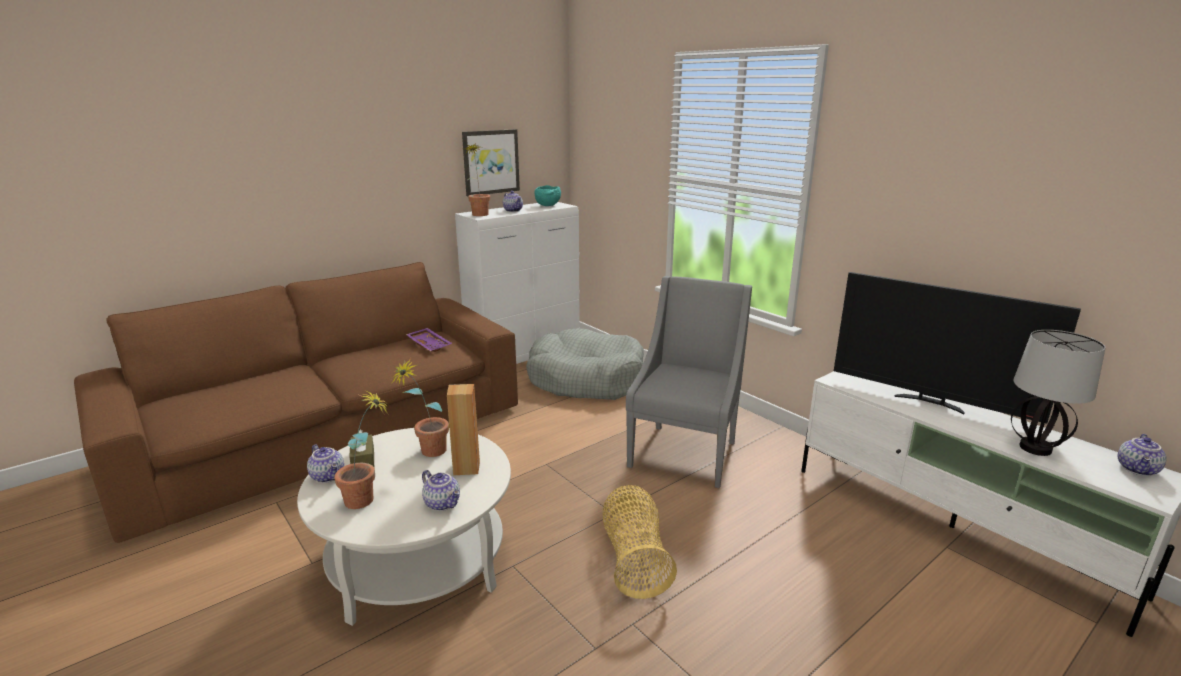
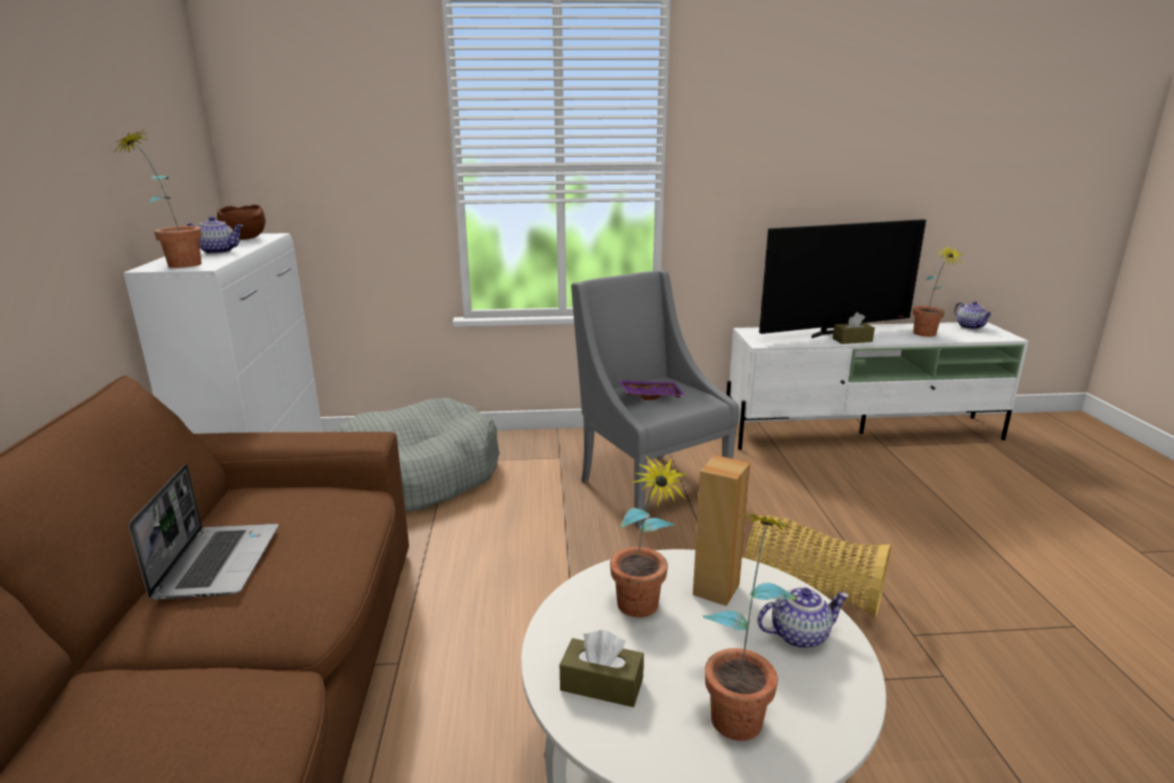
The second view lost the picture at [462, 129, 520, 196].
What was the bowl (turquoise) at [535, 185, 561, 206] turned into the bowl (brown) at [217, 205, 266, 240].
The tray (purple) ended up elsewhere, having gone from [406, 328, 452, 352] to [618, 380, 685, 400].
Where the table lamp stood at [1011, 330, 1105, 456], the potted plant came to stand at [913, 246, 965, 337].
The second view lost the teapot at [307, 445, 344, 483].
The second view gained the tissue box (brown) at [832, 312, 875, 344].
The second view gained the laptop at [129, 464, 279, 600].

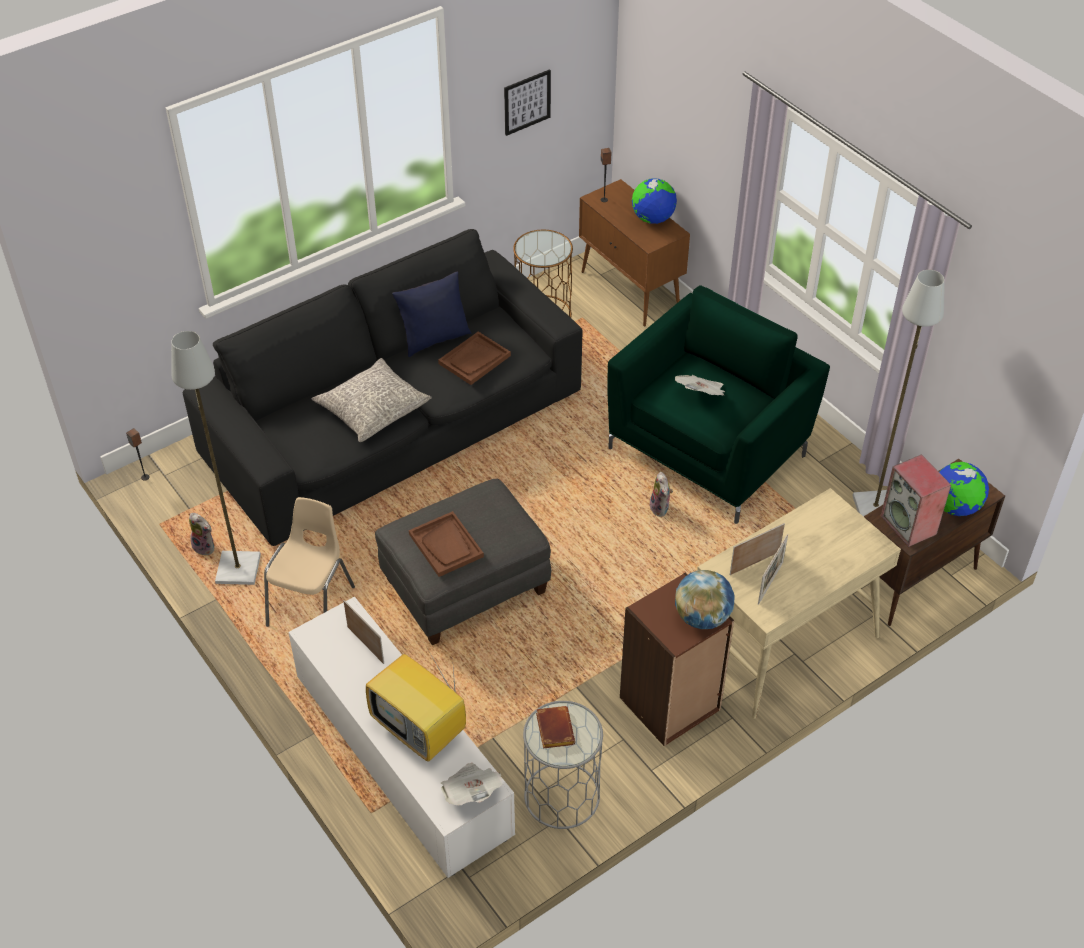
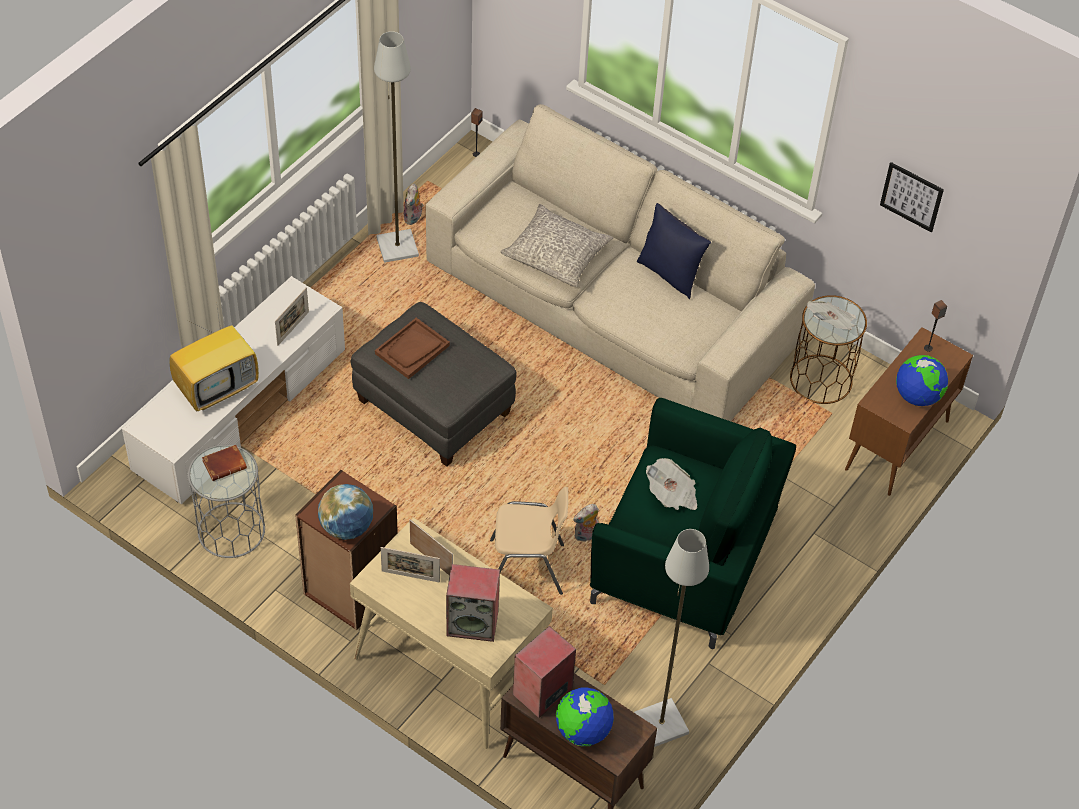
What was the sofa (black) at [183, 229, 582, 546] turned into the sofa (beige) at [426, 104, 815, 421].
The second view lost the tray (brown) at [438, 332, 511, 385].
The chair (beige) ended up elsewhere, having gone from [264, 497, 355, 627] to [490, 487, 568, 595].
The television at [366, 641, 466, 762] ended up facing another way, 150 degrees counterclockwise from before.
The newspaper ended up elsewhere, having gone from [441, 763, 502, 805] to [807, 301, 856, 330].
The second view gained the speaker at [446, 564, 500, 642].

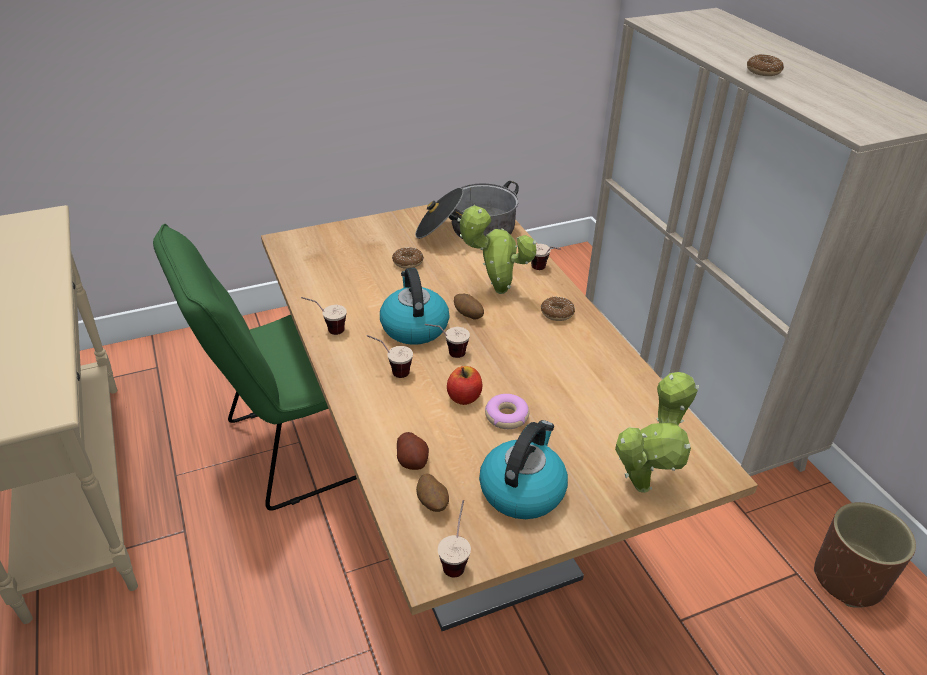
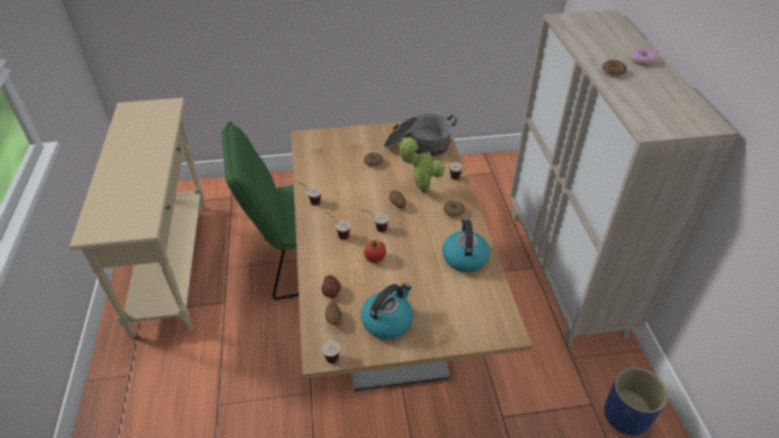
The kettle ended up elsewhere, having gone from [380, 268, 449, 345] to [442, 219, 490, 272].
The second view lost the potted plant at [615, 372, 699, 493].
The donut ended up elsewhere, having gone from [485, 394, 529, 429] to [630, 48, 658, 66].
What was the planter (brown) at [814, 502, 916, 608] turned into the planter (blue) at [604, 367, 668, 436].

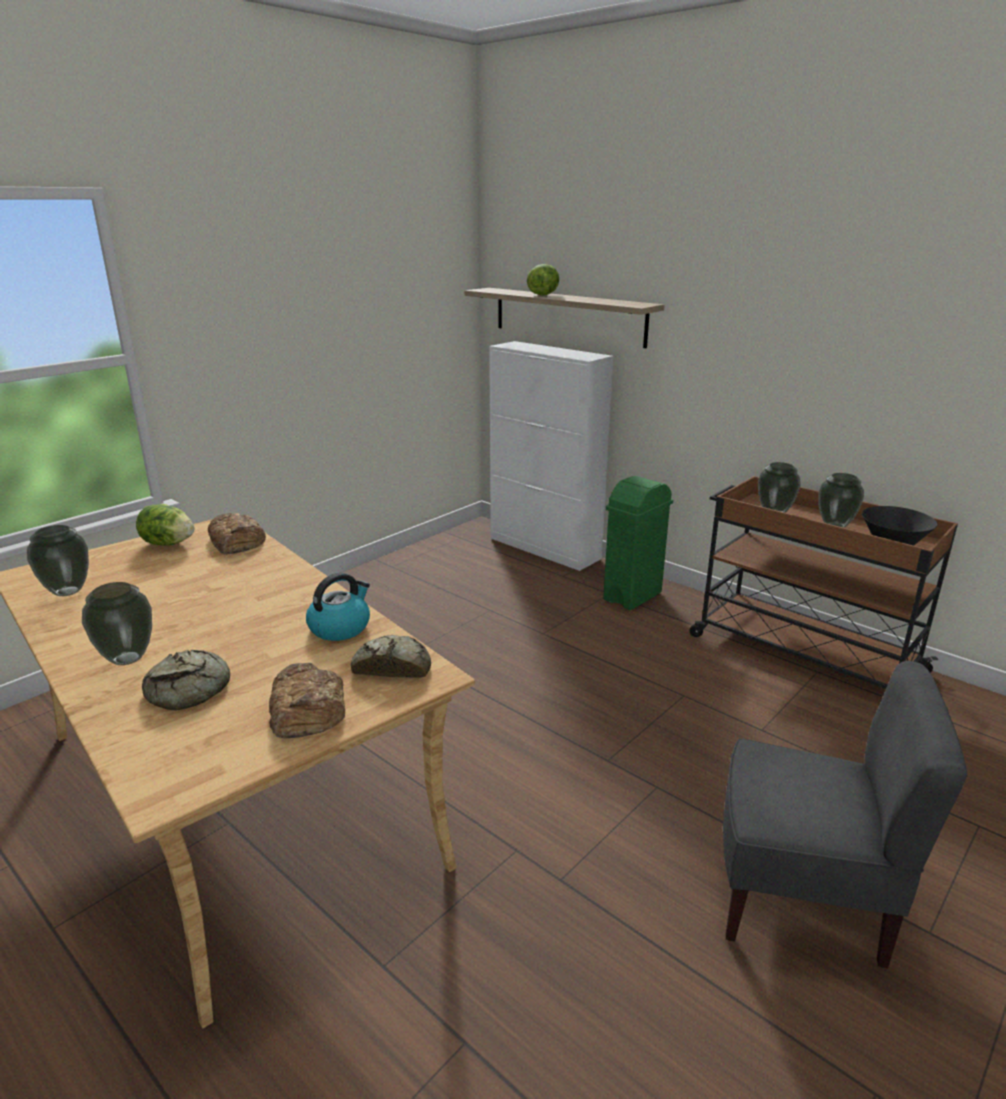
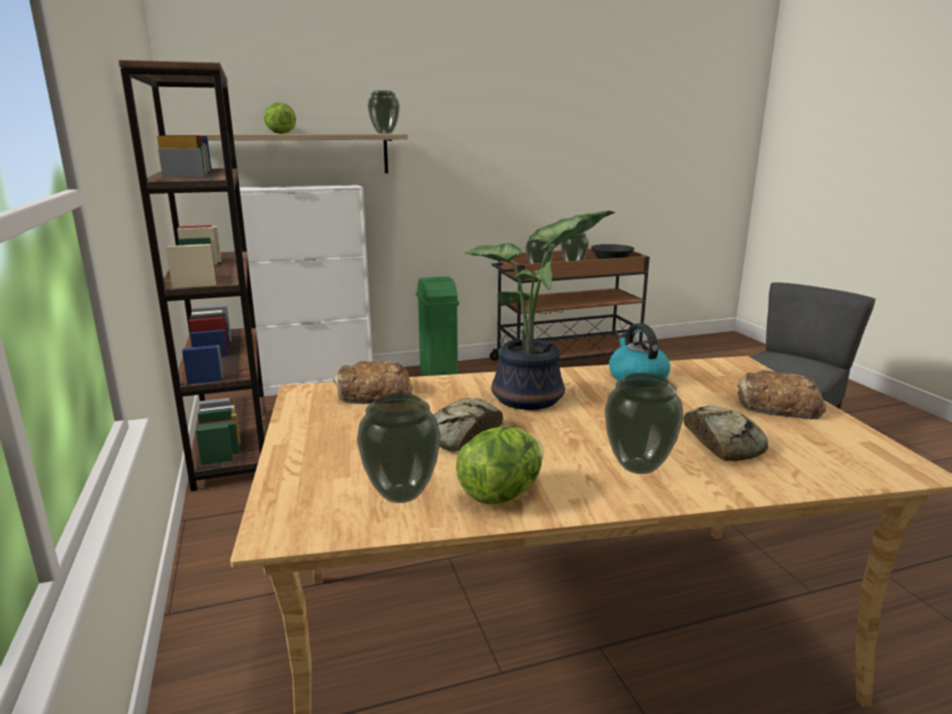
The lettuce ended up elsewhere, having gone from [136, 504, 194, 546] to [456, 426, 543, 504].
The bread ended up elsewhere, having gone from [351, 635, 431, 678] to [434, 398, 503, 452].
The second view gained the bookcase (brown) at [118, 60, 266, 492].
The second view gained the vase at [368, 91, 400, 134].
The second view gained the potted plant at [465, 211, 615, 410].

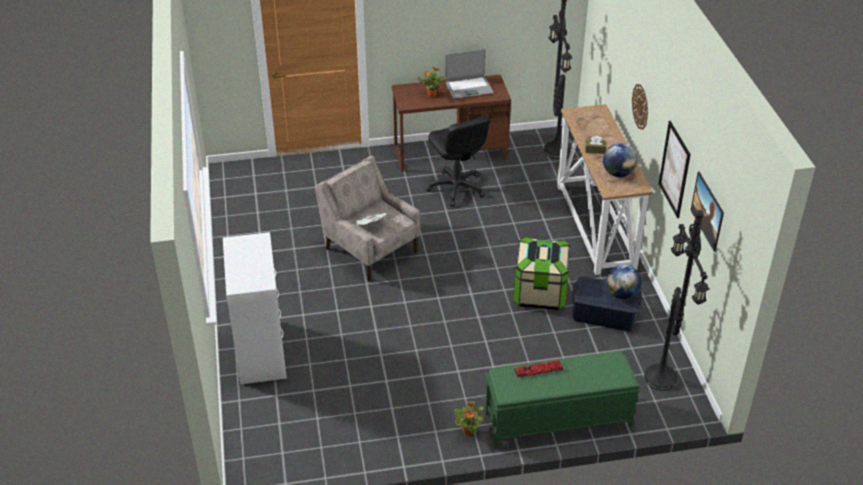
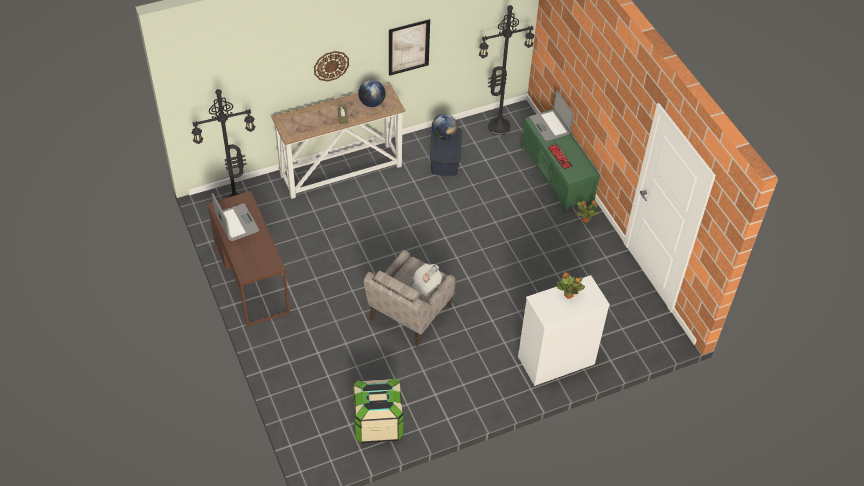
The potted plant ended up elsewhere, having gone from [418, 67, 446, 97] to [557, 272, 585, 299].
The second view lost the office chair (black) at [426, 116, 490, 207].
The second view lost the picture at [691, 172, 724, 252].
The storage box ended up elsewhere, having gone from [513, 237, 570, 310] to [353, 378, 404, 444].
The second view gained the laptop at [530, 90, 574, 141].

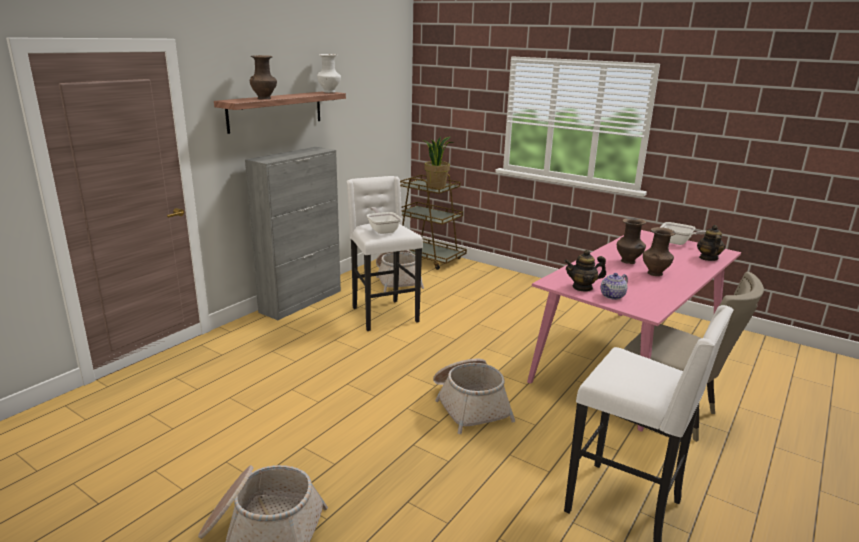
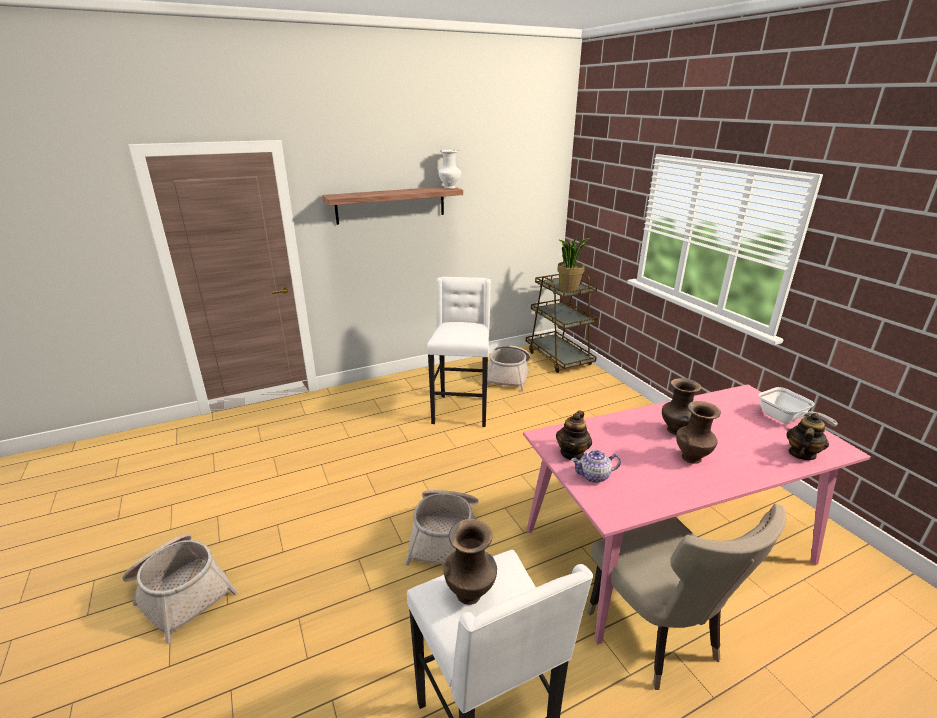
The vase (brown) ended up elsewhere, having gone from [250, 55, 277, 99] to [444, 519, 497, 605].
The second view lost the cabinet (grey) at [245, 147, 341, 320].
The second view lost the frying pan at [367, 207, 402, 234].
The teapot at [564, 250, 606, 292] ended up facing another way, 90 degrees counterclockwise from before.

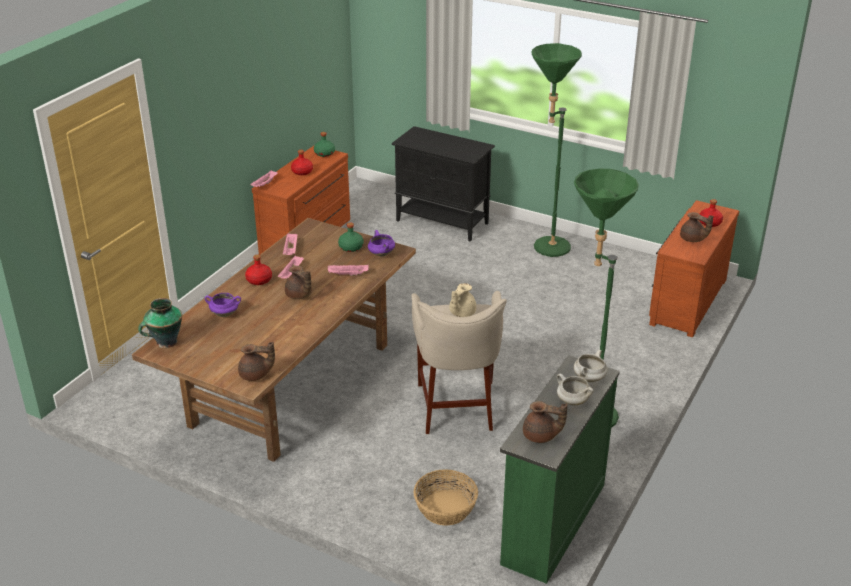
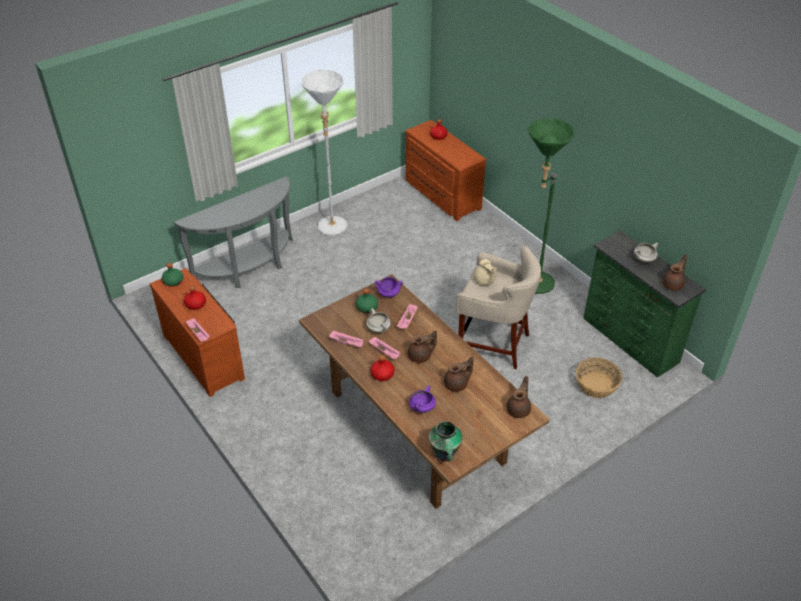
What was the floor lamp (green) at [531, 43, 582, 257] turned into the floor lamp (white) at [301, 70, 348, 236].
Where the cabinet (black) stood at [392, 126, 495, 242], the console table (grey) came to stand at [174, 176, 293, 288].
The teapot (brown) ended up elsewhere, having gone from [680, 212, 714, 242] to [444, 356, 474, 392].
The cooking pot (white) ended up elsewhere, having gone from [574, 349, 608, 382] to [366, 308, 391, 333].

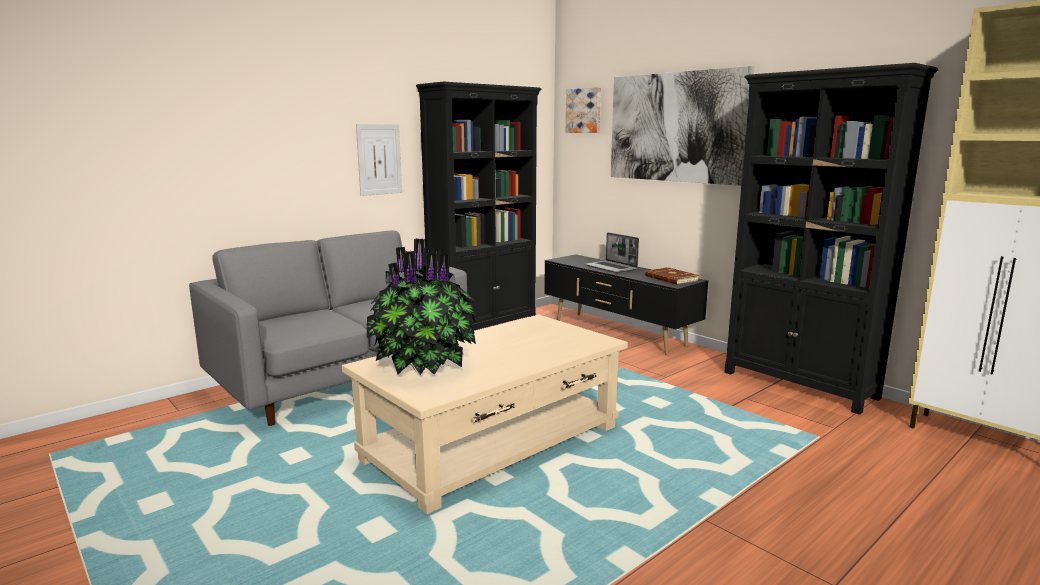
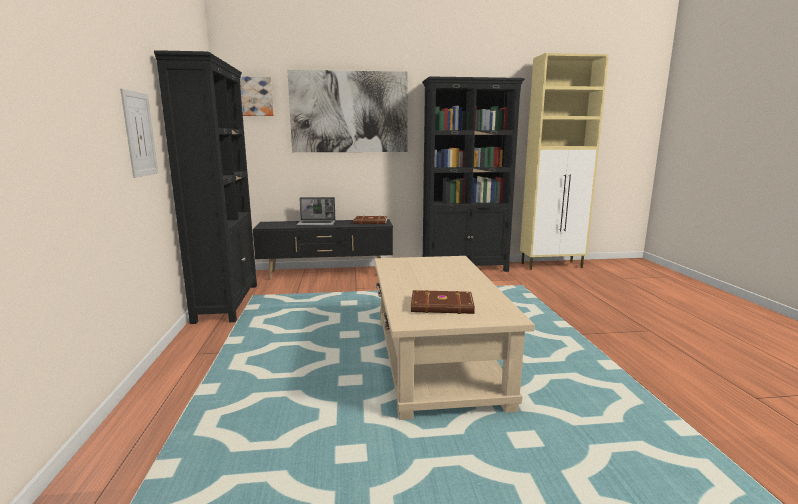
The second view lost the sofa (grey) at [189, 231, 468, 426].
Where the potted plant stood at [367, 238, 477, 375], the book (brown) came to stand at [411, 290, 475, 314].

